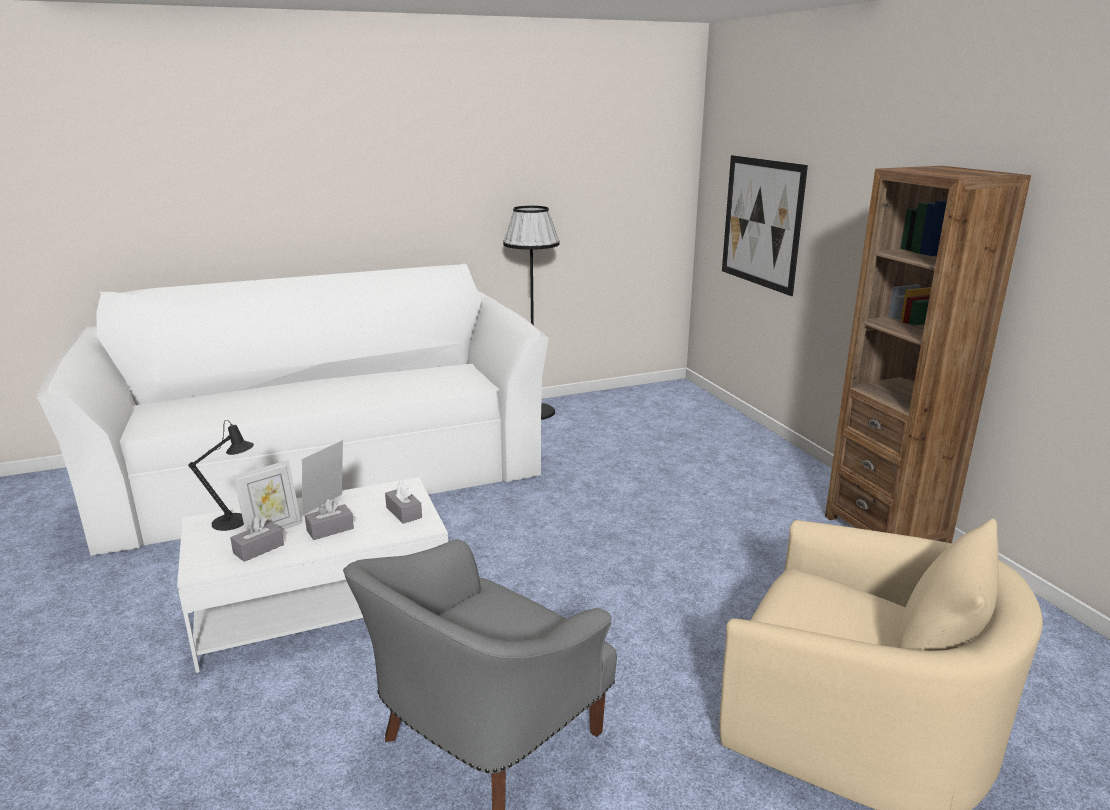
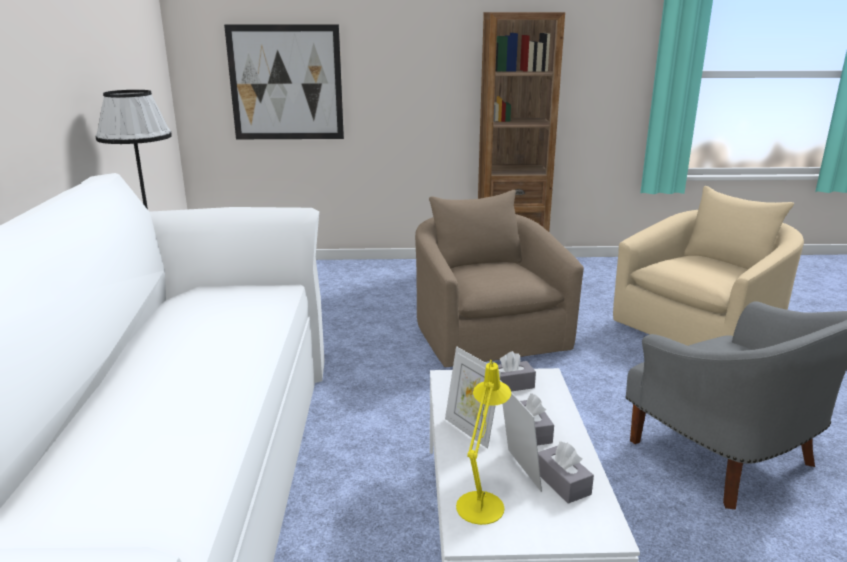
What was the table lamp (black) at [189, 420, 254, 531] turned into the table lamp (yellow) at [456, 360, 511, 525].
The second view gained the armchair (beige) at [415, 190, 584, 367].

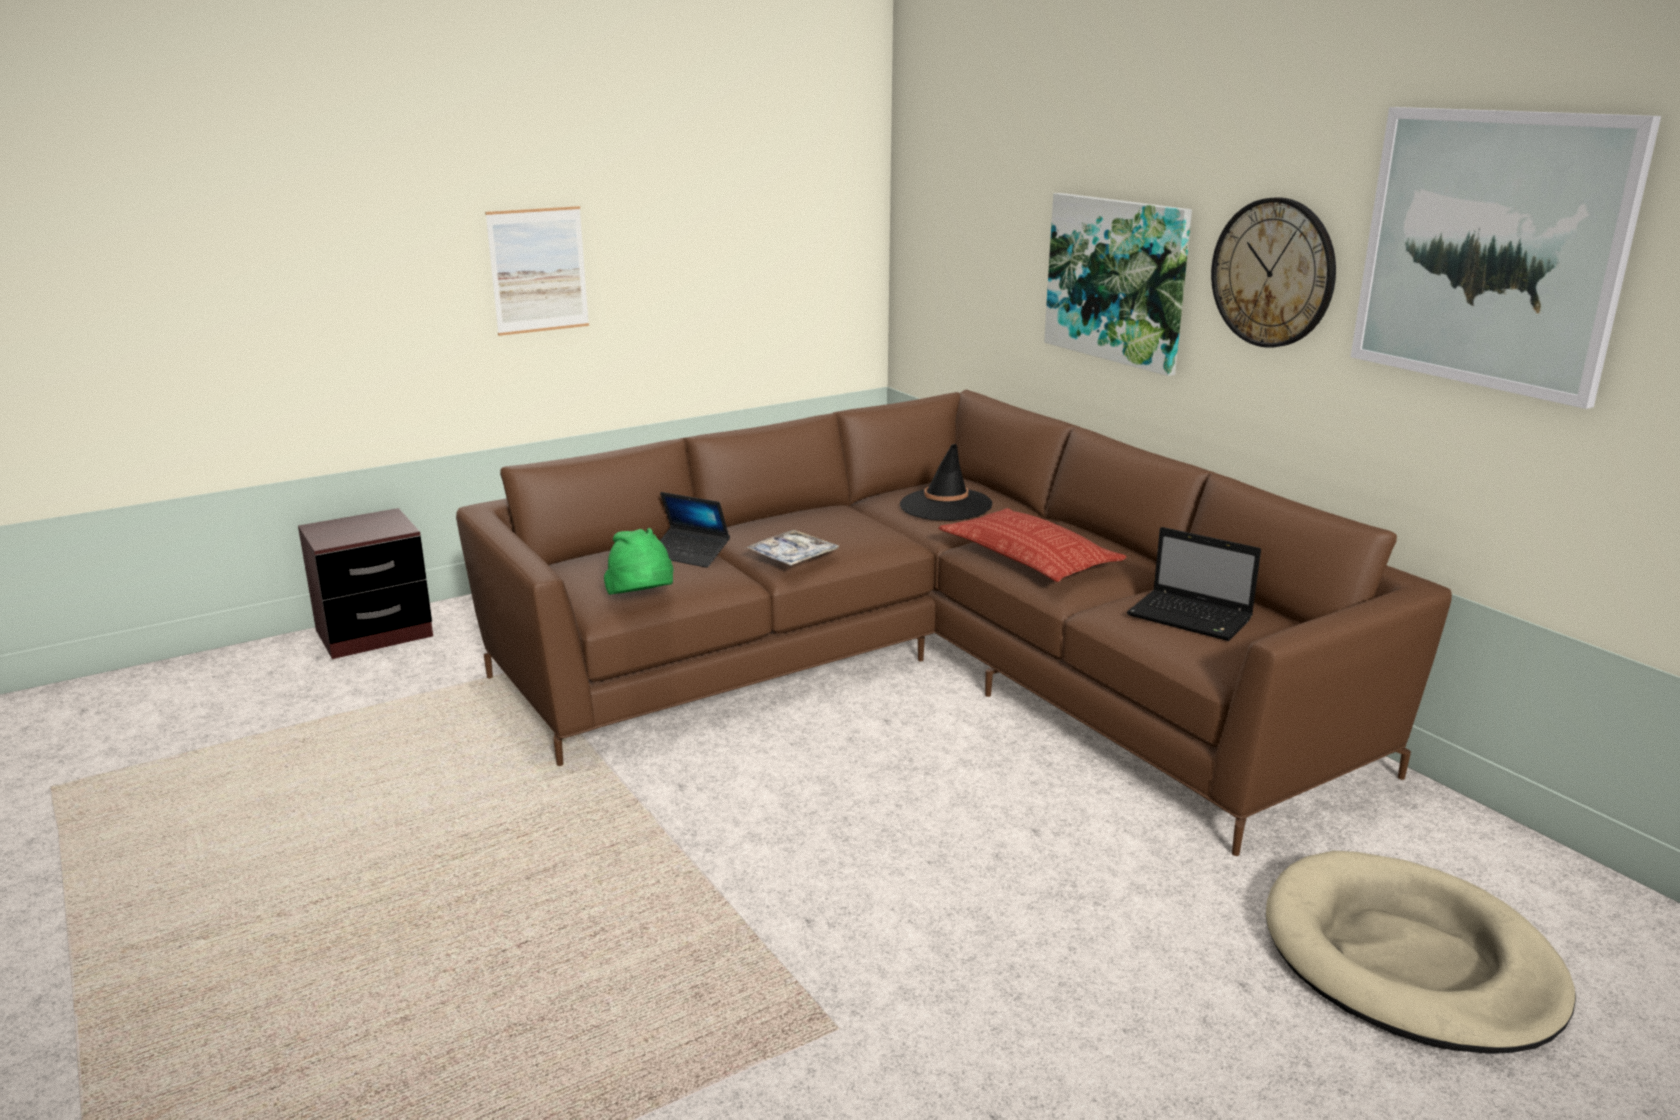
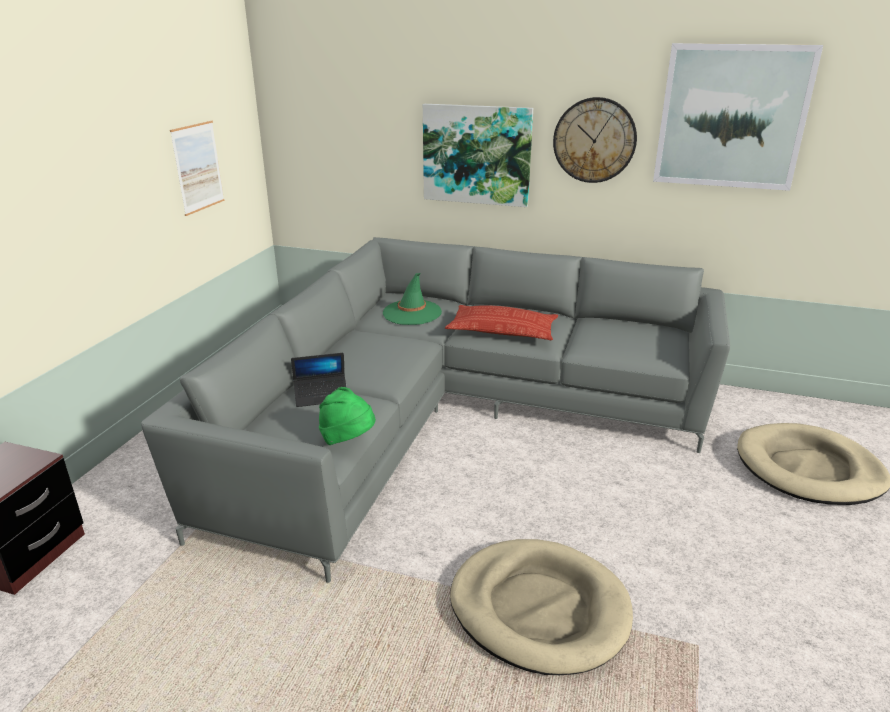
The picture ended up elsewhere, having gone from [485, 206, 589, 336] to [170, 121, 224, 216].
What was the sofa (brown) at [456, 390, 1452, 856] turned into the sofa (grey) at [141, 237, 730, 583].
What was the hat (black) at [900, 444, 992, 521] turned into the hat (green) at [383, 273, 442, 325].
The second view lost the laptop at [1127, 527, 1261, 641].
The second view lost the tray at [745, 530, 839, 566].
The second view gained the dog bed (beige) at [450, 539, 633, 675].

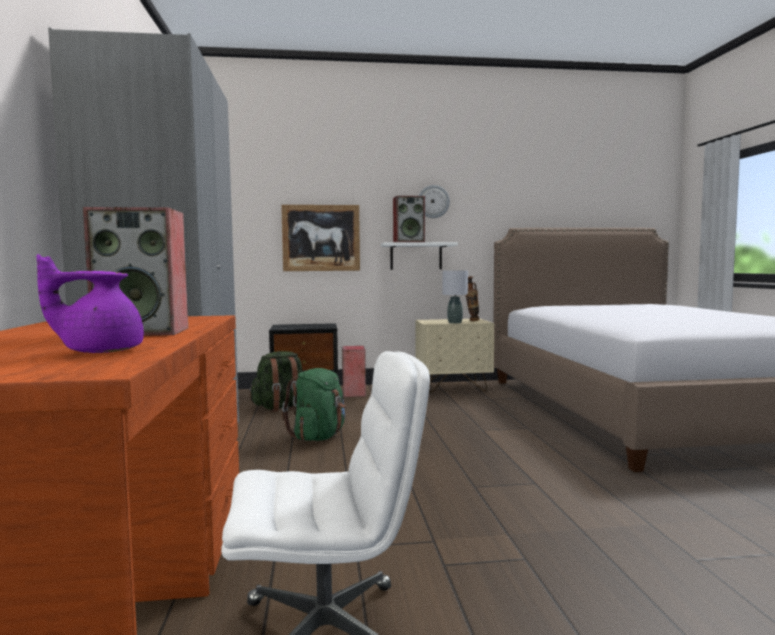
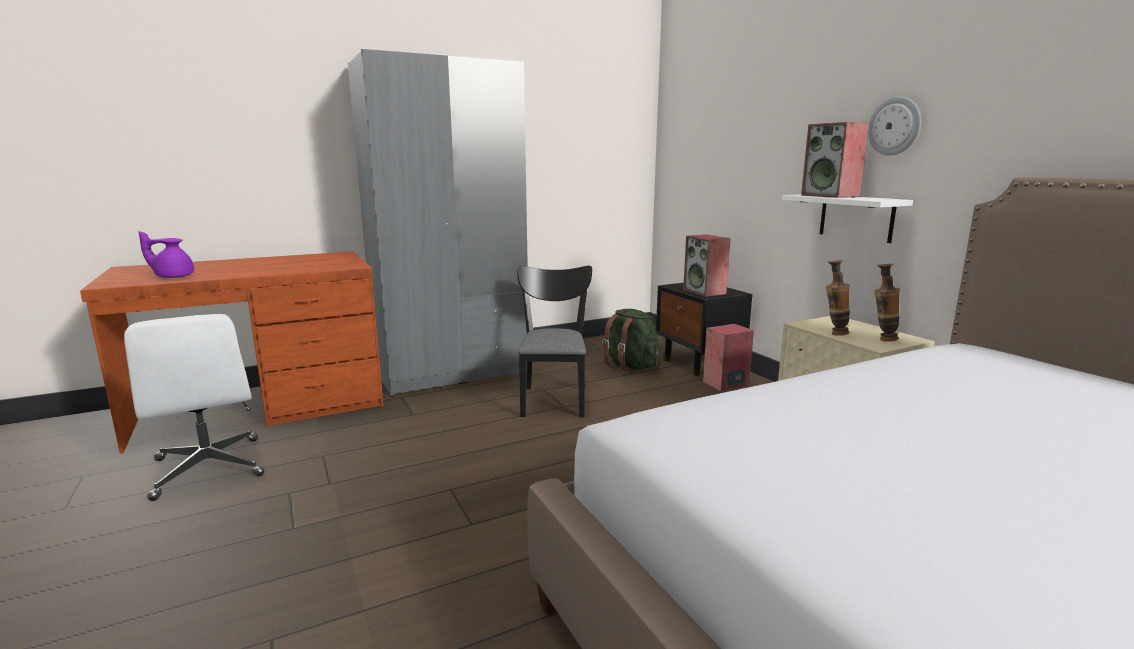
The second view lost the picture at [281, 205, 360, 271].
The speaker ended up elsewhere, having gone from [83, 207, 188, 336] to [683, 234, 731, 297].
The teapot (purple) at [36, 254, 144, 353] ended up facing another way, 60 degrees counterclockwise from before.
Where the table lamp (grey) stood at [443, 270, 468, 324], the vase came to stand at [826, 260, 850, 336].
Where the backpack (green) stood at [282, 368, 346, 441], the chair (black) came to stand at [517, 265, 592, 418].

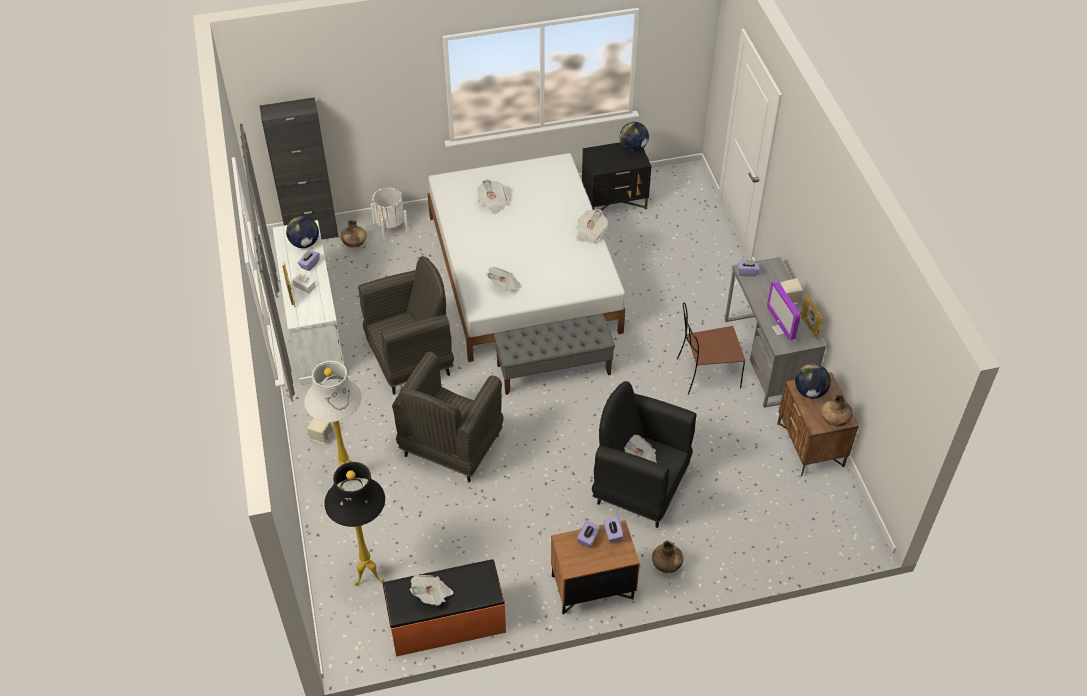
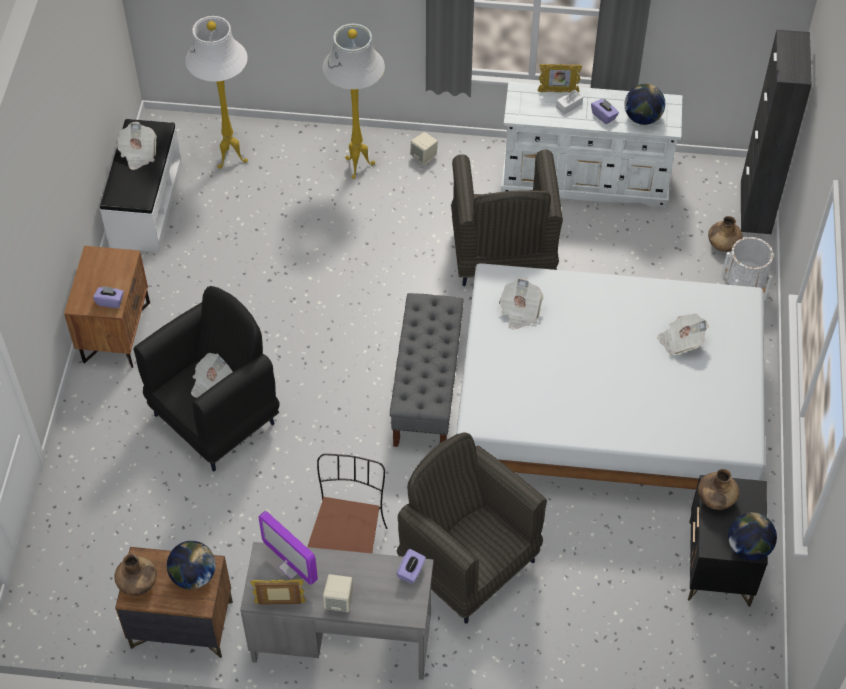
The second view lost the newspaper at [576, 209, 608, 243].
The monitor at [767, 281, 801, 340] ended up facing another way, 135 degrees counterclockwise from before.
The armchair (grey) ended up elsewhere, having gone from [392, 352, 503, 482] to [397, 432, 547, 624].
What was the floor lamp (black) at [324, 462, 385, 586] turned into the floor lamp (white) at [185, 16, 248, 169].
The second view lost the tissue box (purple) at [577, 520, 600, 547].
The vase (brown) ended up elsewhere, having gone from [652, 540, 684, 573] to [698, 469, 739, 510].
What was the bench (orange) at [383, 559, 506, 657] turned into the bench (white) at [100, 119, 182, 252].

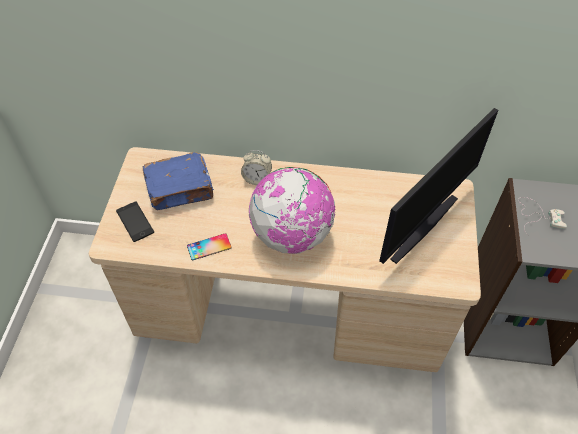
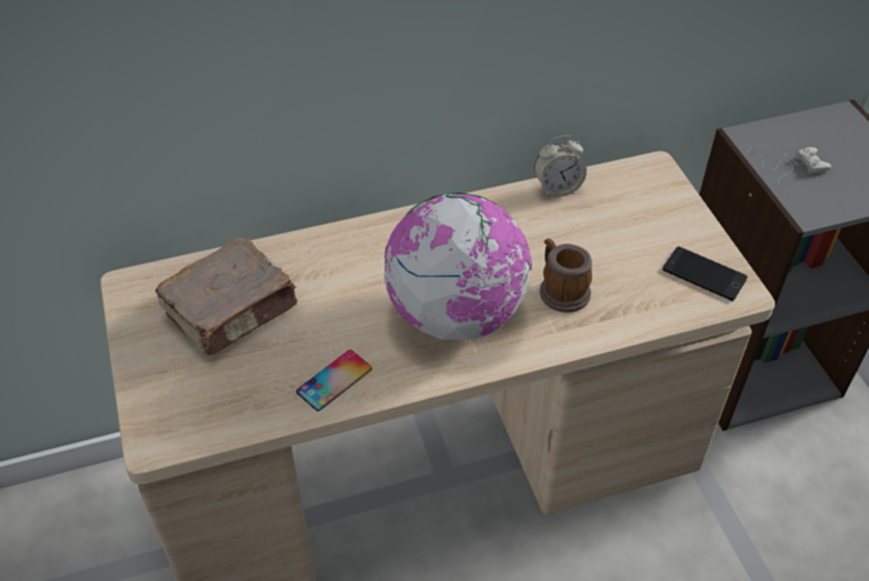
The second view lost the monitor at [379, 108, 498, 264].
The alarm clock ended up elsewhere, having gone from [241, 150, 272, 185] to [534, 135, 587, 197].
What was the book (blue) at [143, 152, 214, 210] turned into the book (brown) at [155, 238, 297, 355].
The phone ended up elsewhere, having gone from [116, 201, 154, 242] to [663, 247, 748, 301].
The second view gained the mug at [540, 238, 592, 313].

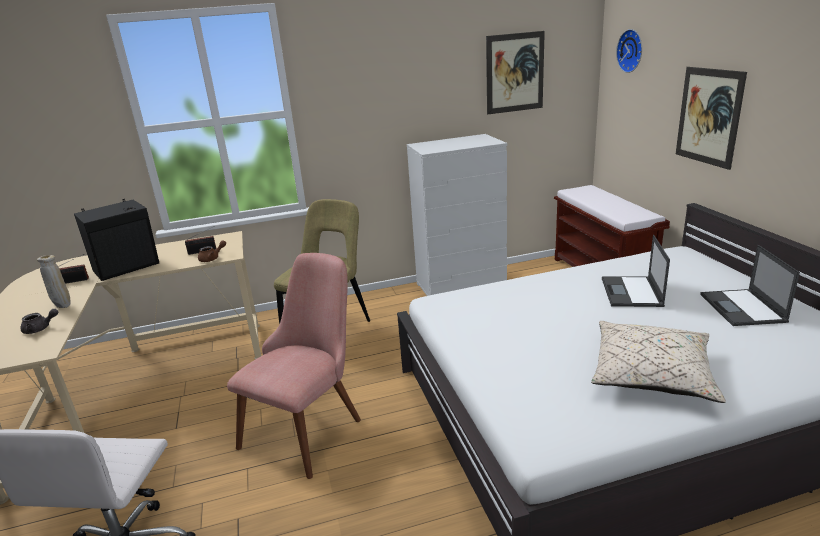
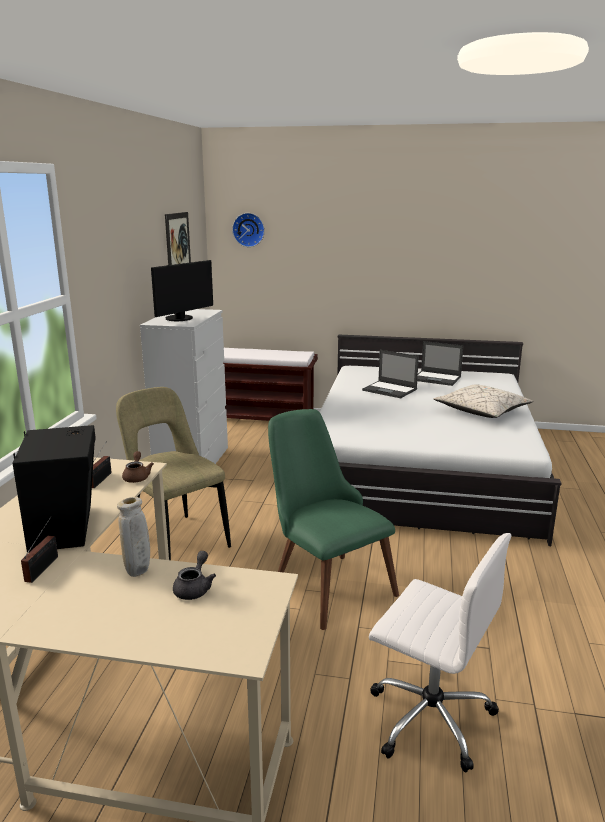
The second view lost the picture at [676, 67, 747, 170].
What was the chair (pink) at [227, 253, 361, 479] turned into the chair (green) at [268, 409, 399, 630].
The second view gained the monitor at [151, 260, 213, 321].

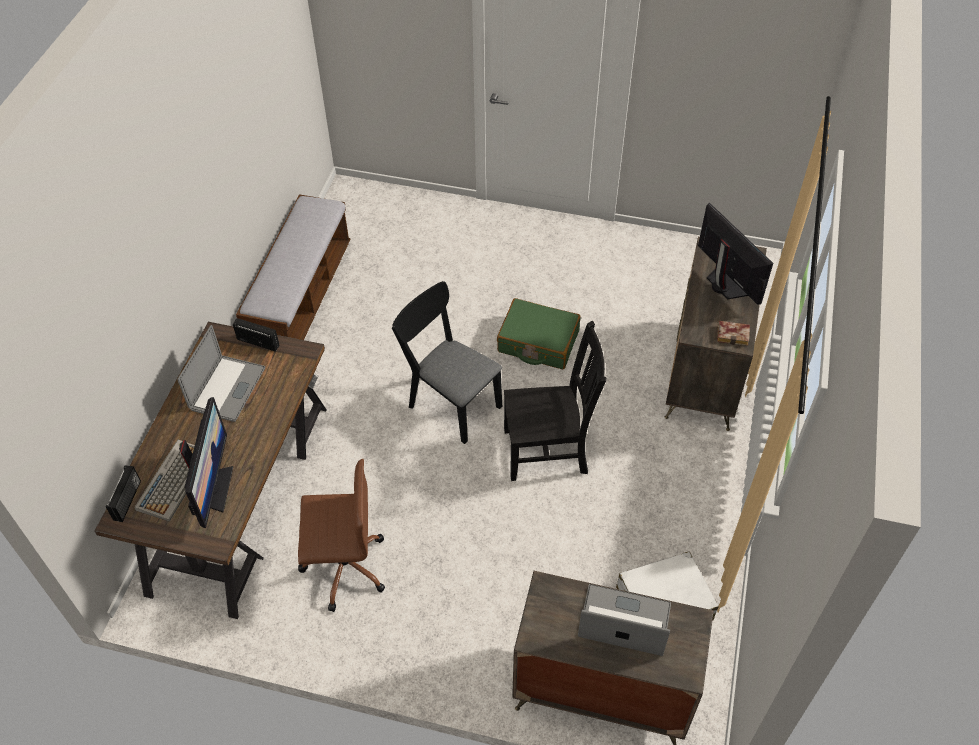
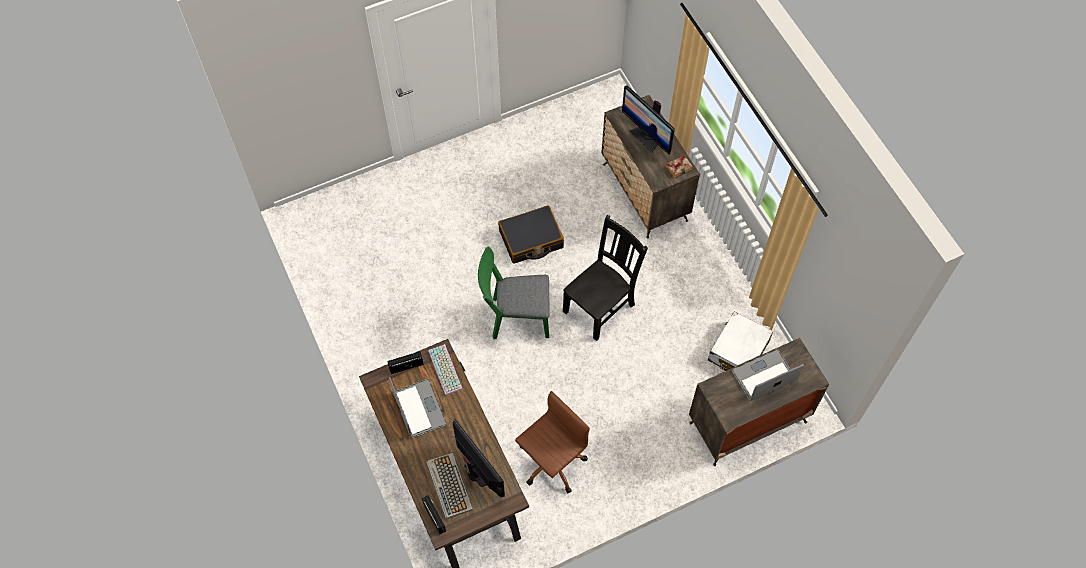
The second view lost the bench at [236, 194, 351, 340].
The monitor at [698, 203, 773, 305] ended up facing another way, 150 degrees counterclockwise from before.
What was the chair (black) at [392, 281, 502, 444] turned into the chair (green) at [478, 247, 550, 339].
What was the suitcase (green) at [497, 298, 581, 369] turned into the suitcase (black) at [498, 205, 564, 264].
The second view gained the keyboard at [428, 344, 462, 395].

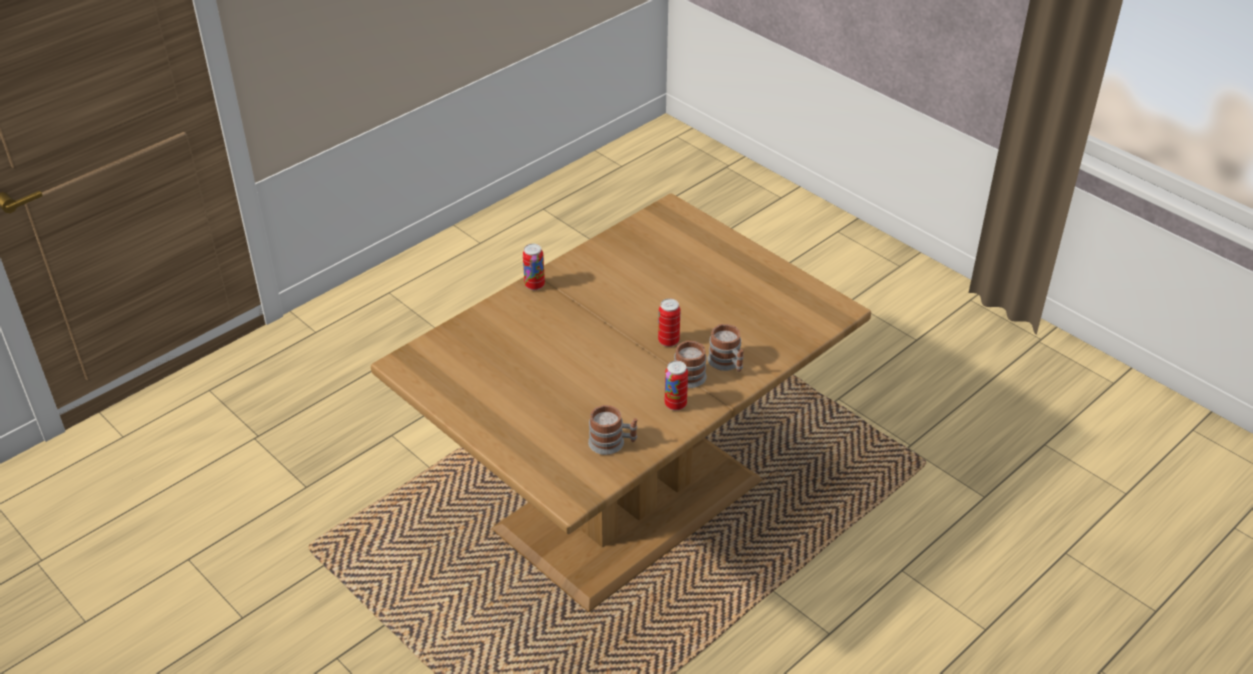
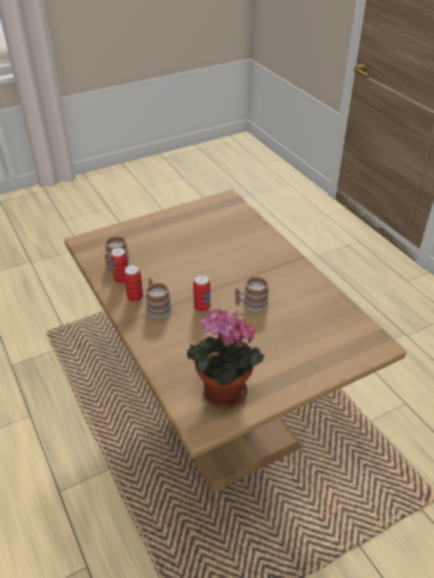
The can ended up elsewhere, having gone from [523, 244, 545, 290] to [111, 248, 128, 284].
The mug ended up elsewhere, having gone from [707, 324, 744, 372] to [235, 277, 269, 312].
The second view gained the potted plant at [187, 309, 264, 409].

